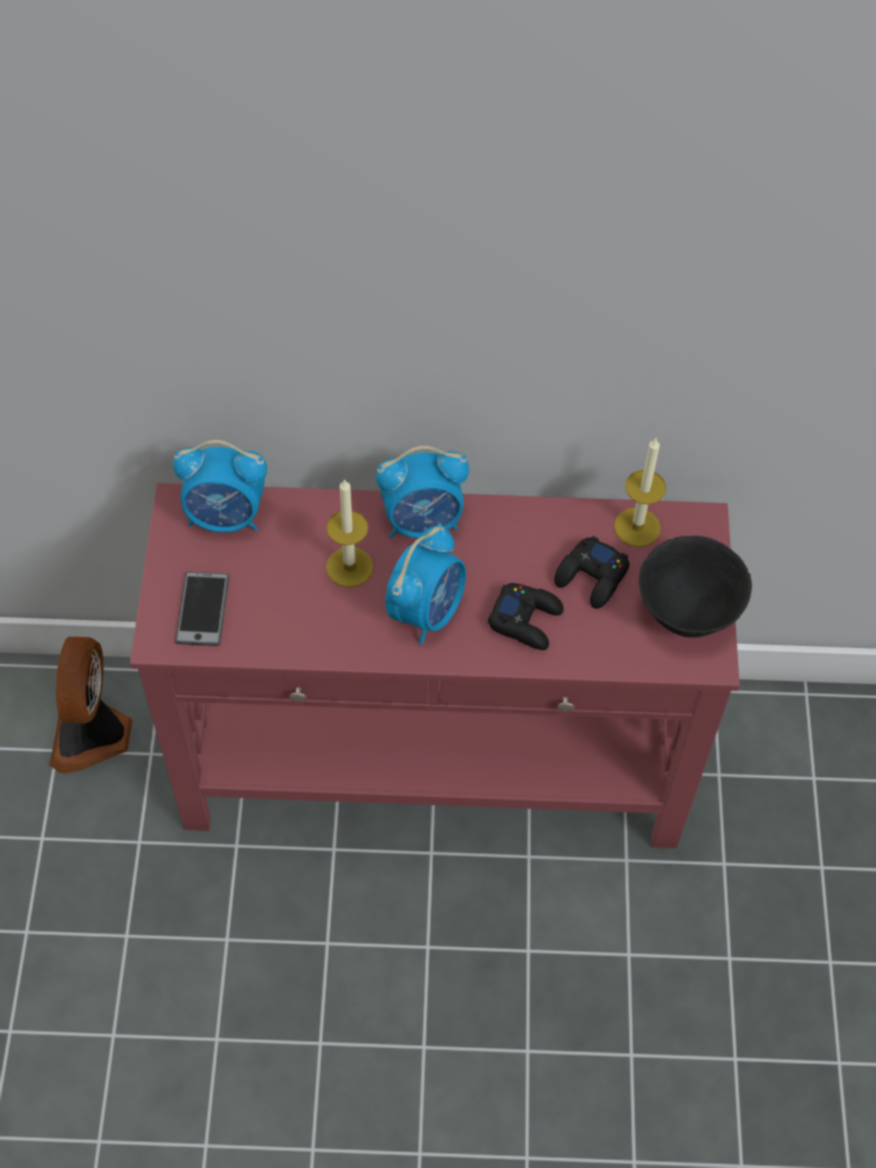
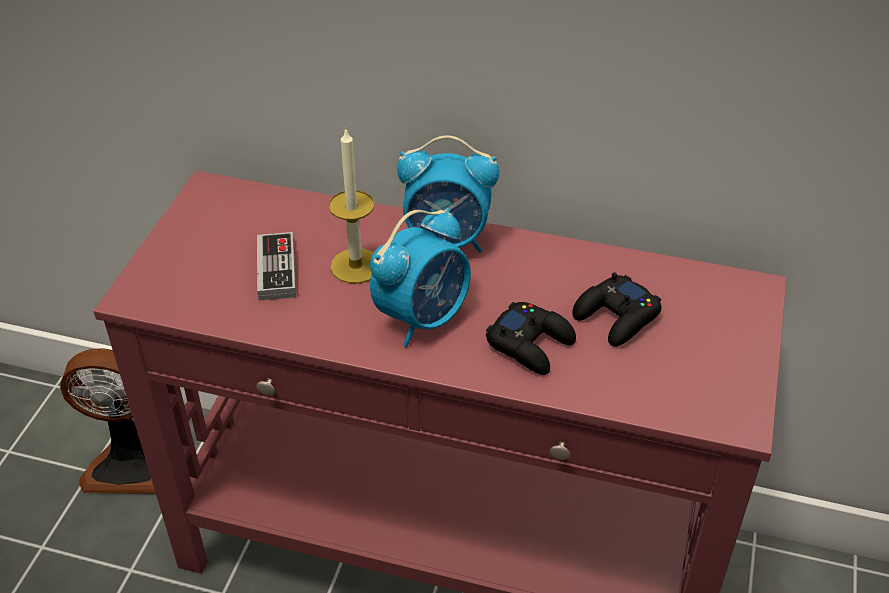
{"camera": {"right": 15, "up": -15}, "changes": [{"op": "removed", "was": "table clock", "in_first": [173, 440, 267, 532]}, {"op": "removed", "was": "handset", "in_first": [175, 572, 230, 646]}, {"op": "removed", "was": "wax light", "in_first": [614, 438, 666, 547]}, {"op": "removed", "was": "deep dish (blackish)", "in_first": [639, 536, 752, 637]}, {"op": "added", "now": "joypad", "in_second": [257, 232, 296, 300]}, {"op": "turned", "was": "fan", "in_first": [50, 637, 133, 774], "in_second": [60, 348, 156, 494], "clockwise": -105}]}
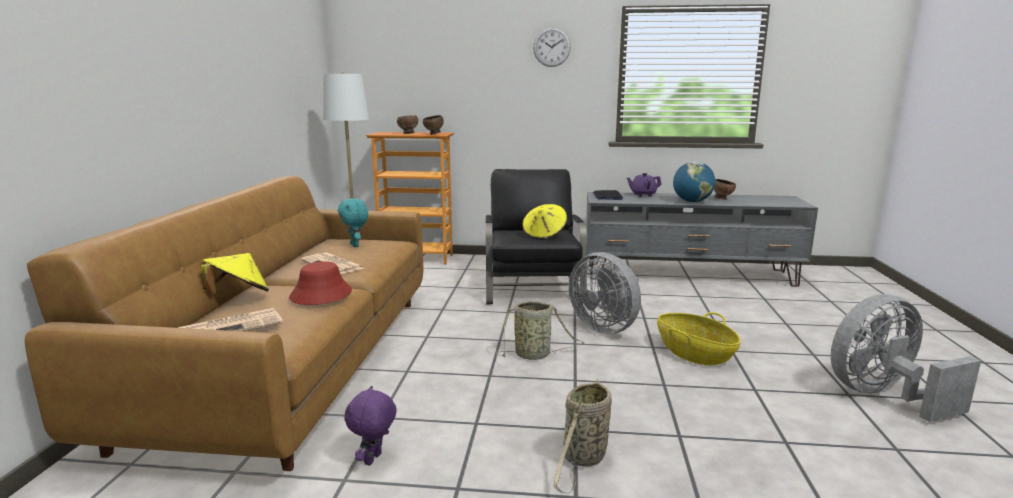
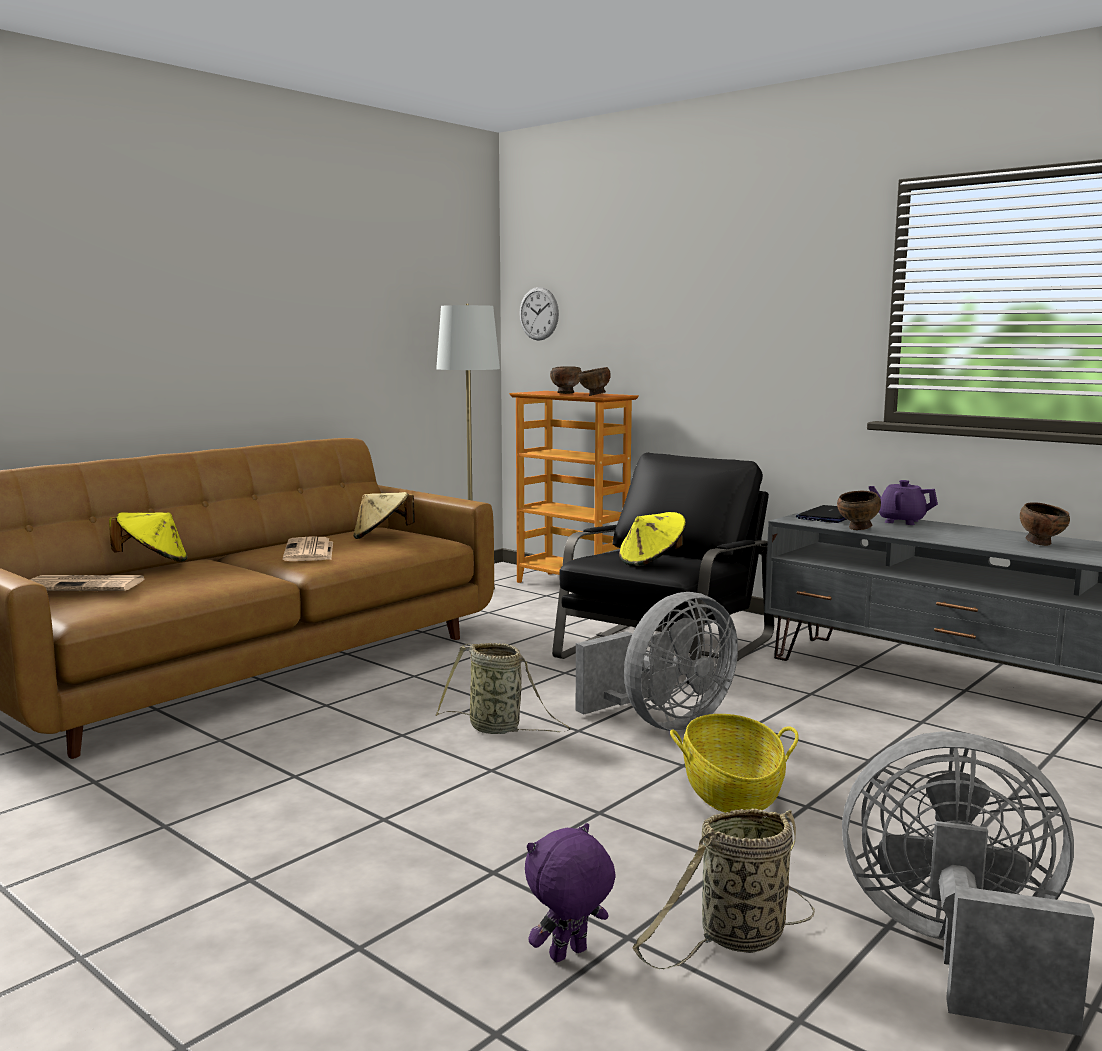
{"camera": {"right": 35, "up": -5}, "changes": [{"op": "removed", "was": "clothing hat (red)", "in_first": [289, 261, 352, 305]}, {"op": "removed", "was": "desk globe", "in_first": [673, 162, 716, 202]}, {"op": "added", "now": "deep dish (brown-coloured)", "in_second": [837, 491, 881, 530]}, {"op": "moved", "was": "cuddly toy (purplish)", "in_first": [345, 386, 397, 465], "in_second": [525, 823, 616, 963]}, {"op": "moved", "was": "hanging clock", "in_first": [533, 27, 571, 67], "in_second": [519, 287, 559, 341]}, {"op": "moved", "was": "storage basket", "in_first": [554, 379, 612, 494], "in_second": [632, 808, 815, 970]}, {"op": "replaced", "was": "cuddly toy (turquoise-coloured)", "now": "clothing hat (beige-coloured)", "in_first": [338, 198, 368, 247], "in_second": [353, 492, 415, 539]}, {"op": "turned", "was": "fan (grey)", "in_first": [569, 252, 641, 334], "in_second": [576, 592, 738, 731], "clockwise": -120}]}
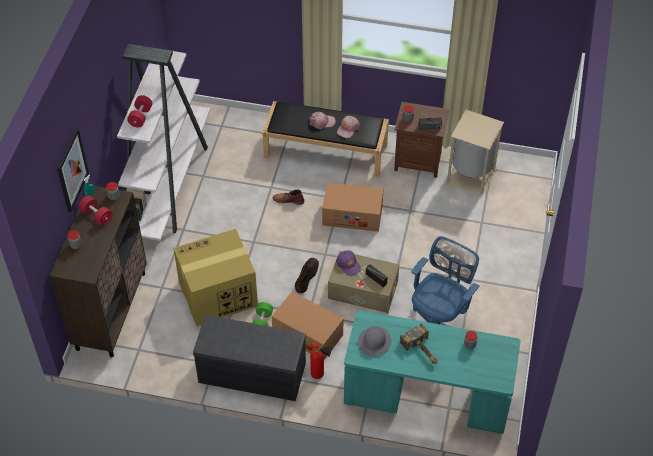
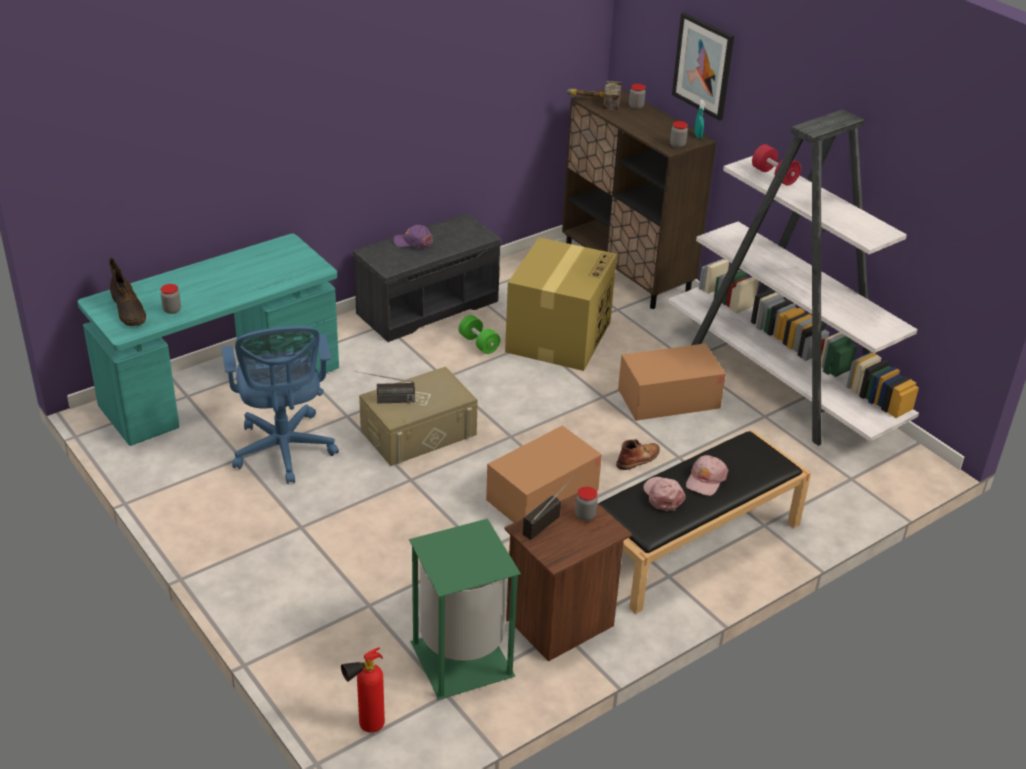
{"camera": {"right": 130, "up": -15}, "changes": [{"op": "removed", "was": "hand weight (red)", "in_first": [79, 195, 112, 226]}, {"op": "removed", "was": "safety helmet (grey)", "in_first": [358, 326, 391, 357]}, {"op": "moved", "was": "carton", "in_first": [272, 291, 343, 360], "in_second": [618, 343, 726, 421]}, {"op": "moved", "was": "tall boot (brown-coloured)", "in_first": [295, 258, 319, 293], "in_second": [109, 258, 146, 326]}, {"op": "moved", "was": "fire-fighting cylinder", "in_first": [310, 342, 332, 379], "in_second": [341, 648, 385, 733]}, {"op": "moved", "was": "baseball cap (purplish)", "in_first": [336, 251, 361, 276], "in_second": [393, 225, 433, 249]}, {"op": "moved", "was": "tool hammer", "in_first": [400, 323, 437, 364], "in_second": [567, 81, 622, 110]}, {"op": "recoloured", "was": "rubbish bin (beige-coloured)", "now": "rubbish bin (green-coloured)", "in_first": [446, 110, 504, 196], "in_second": [409, 519, 521, 700]}]}
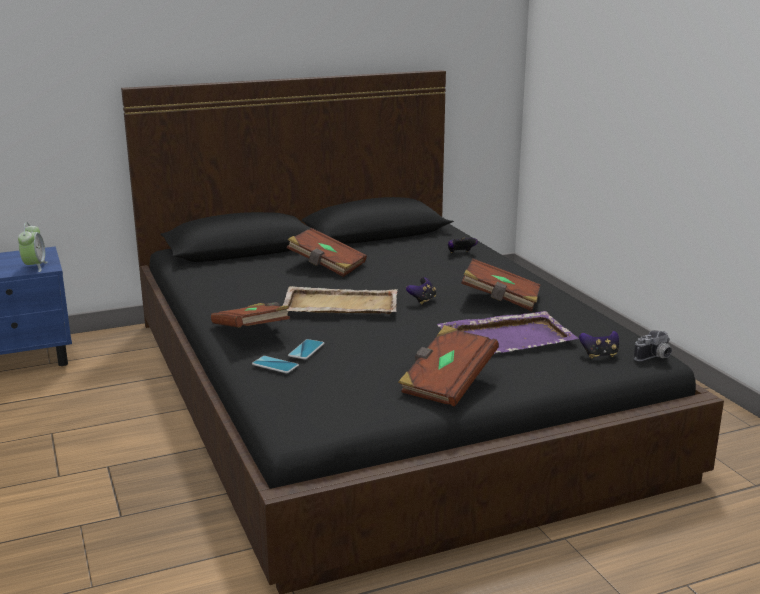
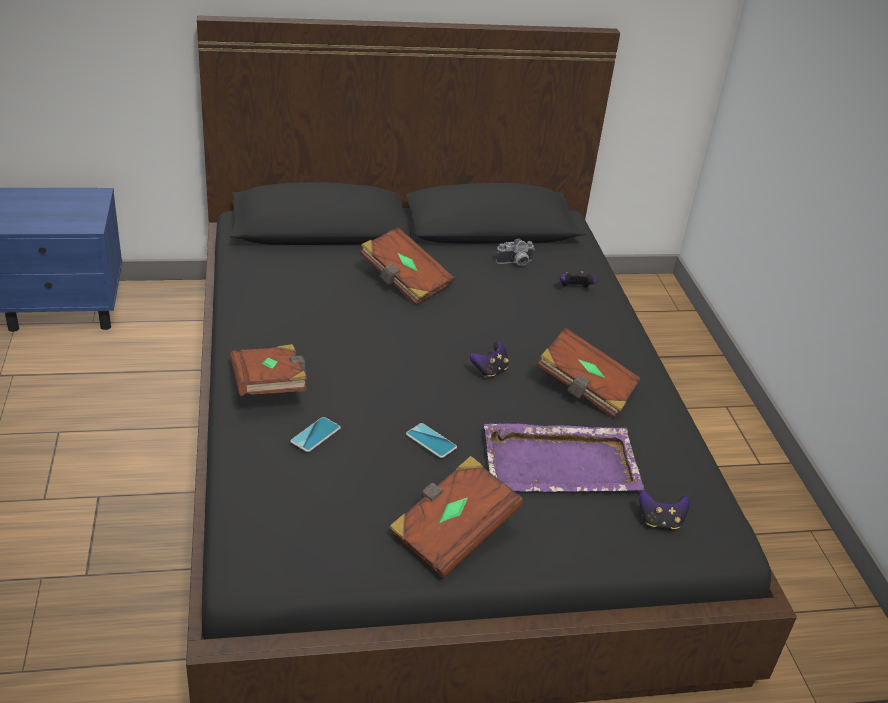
{"camera": {"right": 10, "up": 15}, "changes": [{"op": "removed", "was": "table clock", "in_first": [18, 222, 47, 272]}, {"op": "removed", "was": "tray (beige-coloured)", "in_first": [283, 286, 398, 314]}, {"op": "moved", "was": "handset", "in_first": [252, 356, 299, 373], "in_second": [406, 423, 457, 458]}, {"op": "moved", "was": "still camera", "in_first": [634, 330, 672, 361], "in_second": [496, 239, 535, 266]}]}
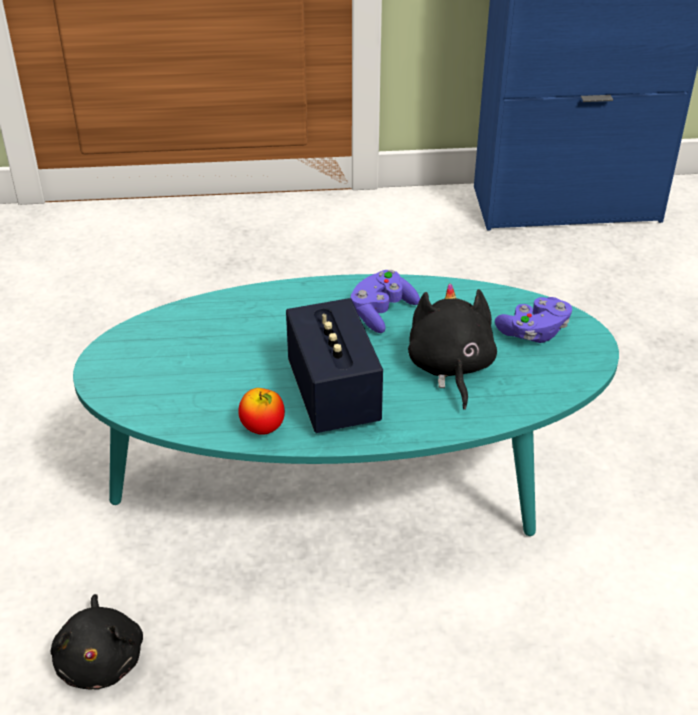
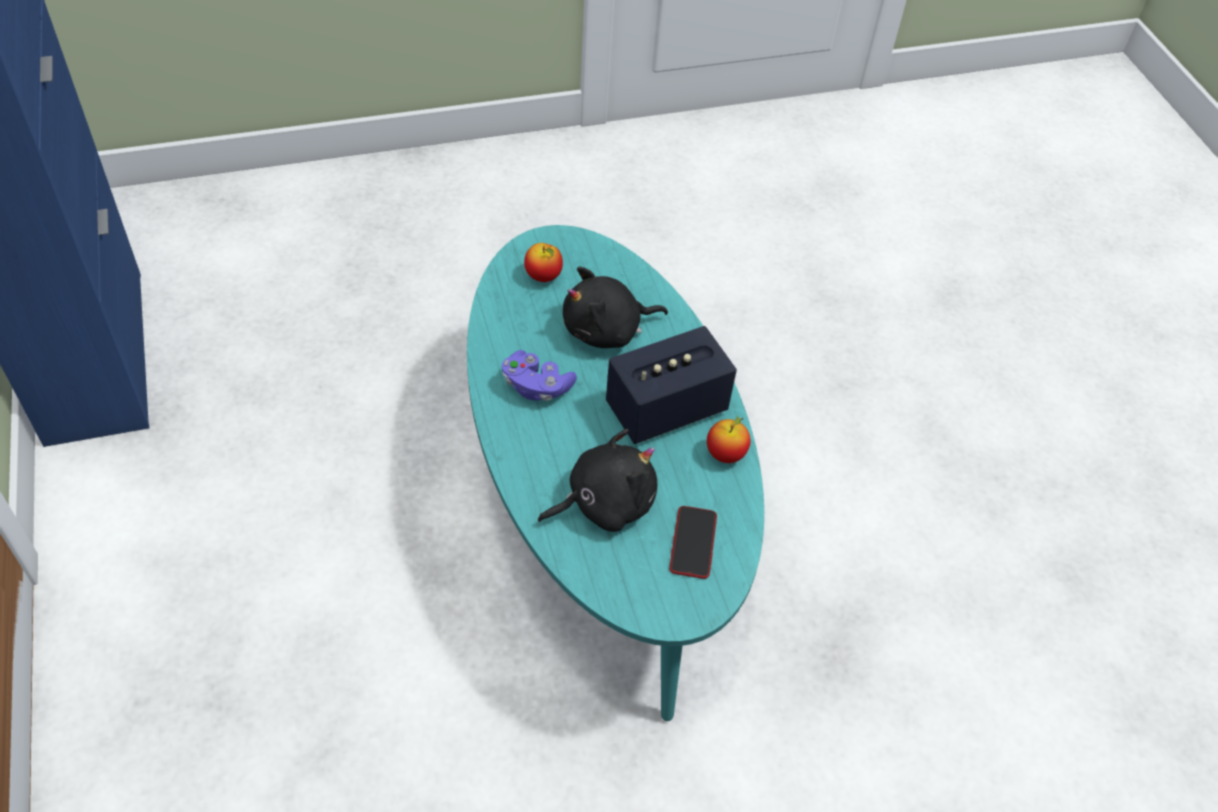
{"camera": {"right": -105, "up": 10}, "changes": [{"op": "added", "now": "handset", "in_second": [669, 506, 717, 579]}, {"op": "moved", "was": "cuddly toy (blackish)", "in_first": [50, 594, 143, 690], "in_second": [538, 429, 657, 532]}, {"op": "replaced", "was": "joypad (purplish)", "now": "apple fruit", "in_first": [495, 297, 572, 343], "in_second": [524, 243, 563, 282]}]}
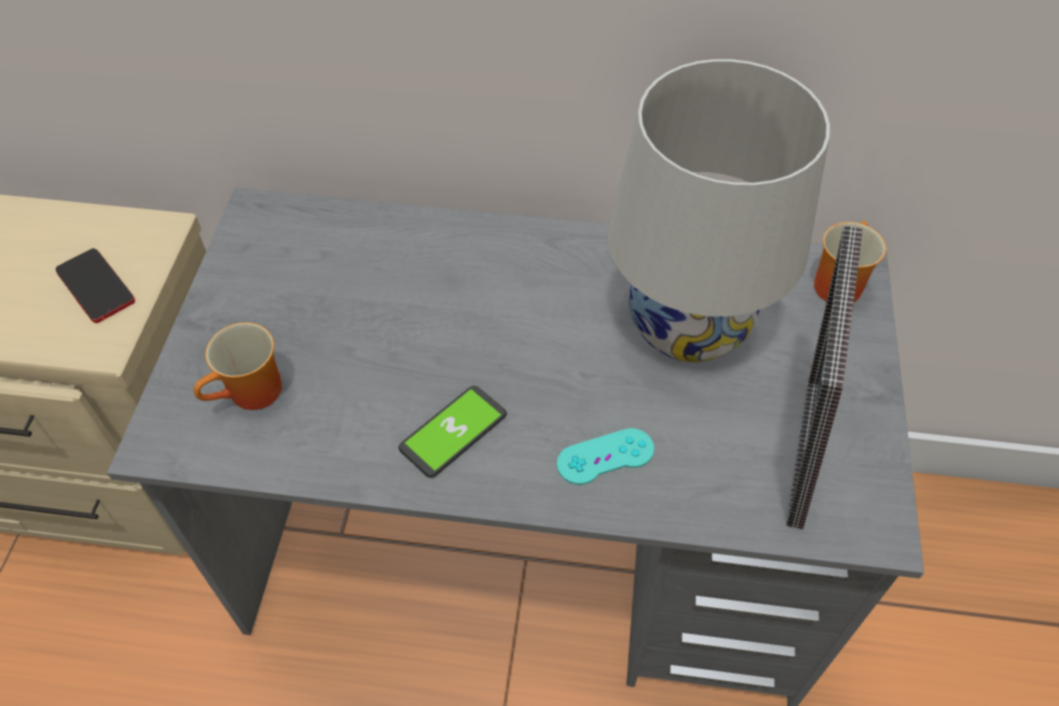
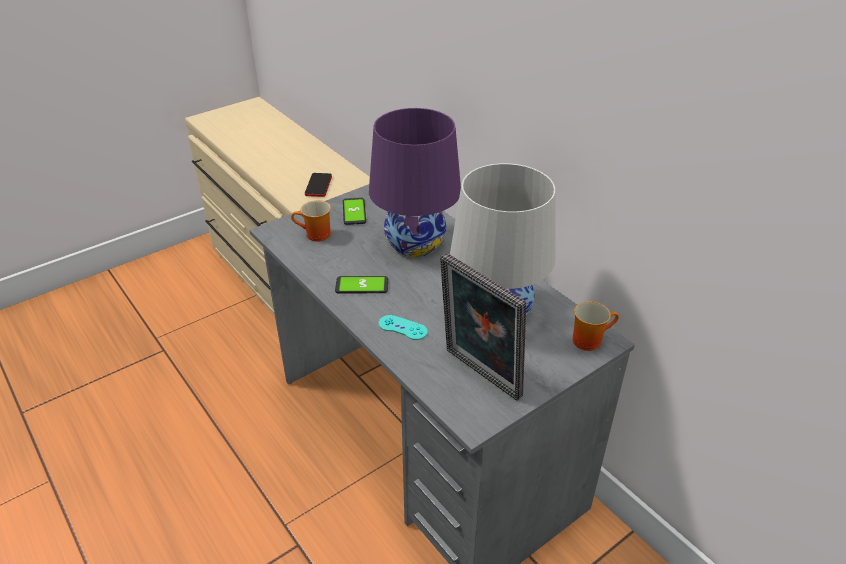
{"camera": {"right": 45, "up": -15}, "changes": [{"op": "added", "now": "handset", "in_second": [343, 198, 366, 225]}, {"op": "added", "now": "table lamp (purplish)", "in_second": [369, 108, 461, 257]}, {"op": "turned", "was": "photo frame", "in_first": [786, 226, 863, 529], "in_second": [440, 253, 526, 401], "clockwise": -105}]}
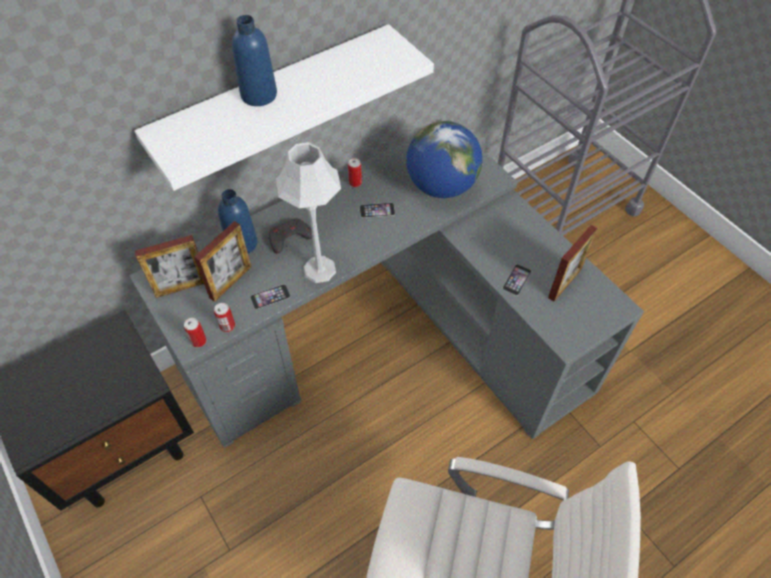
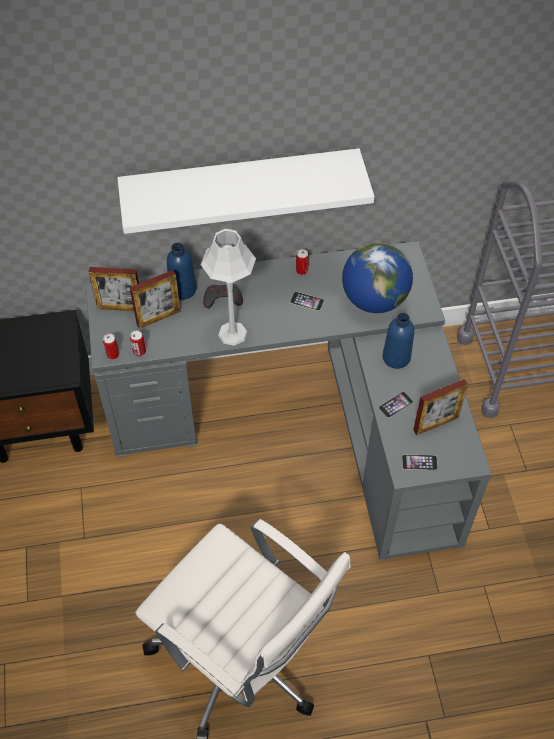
{"camera": {"right": 25, "up": 0}, "changes": [{"op": "moved", "was": "drink bottle (bluish)", "in_first": [232, 15, 277, 106], "in_second": [382, 313, 414, 369]}, {"op": "moved", "was": "handset", "in_first": [250, 284, 291, 309], "in_second": [402, 455, 438, 470]}]}
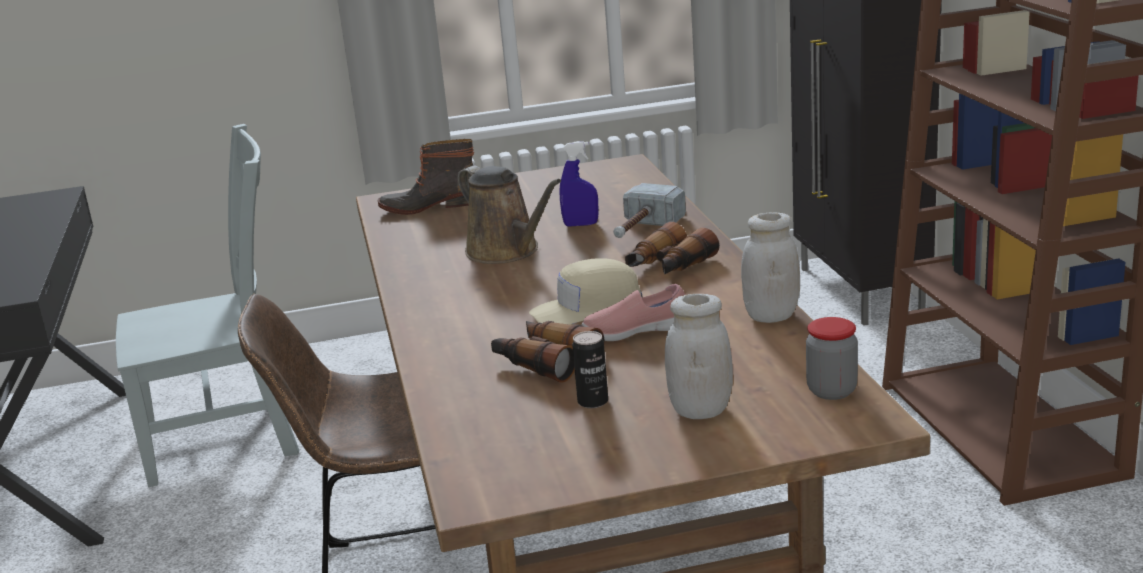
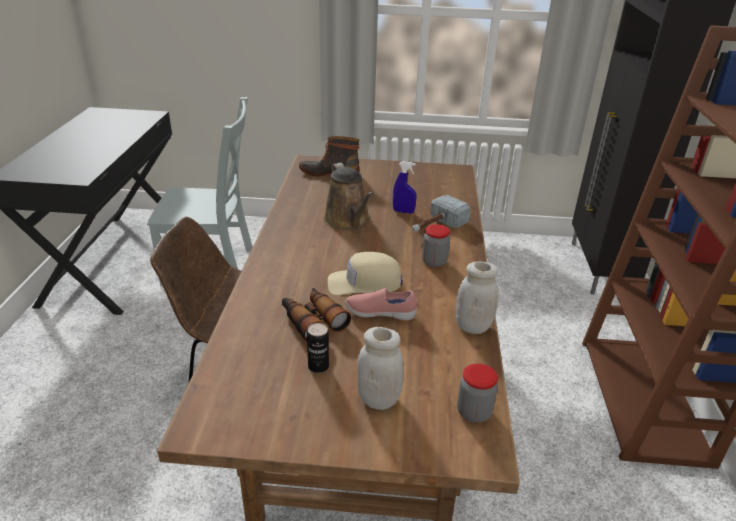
{"camera": {"right": 15, "up": 10}, "changes": [{"op": "replaced", "was": "pair of binoculars", "now": "storage jar", "in_first": [625, 222, 719, 274], "in_second": [422, 224, 450, 267]}]}
